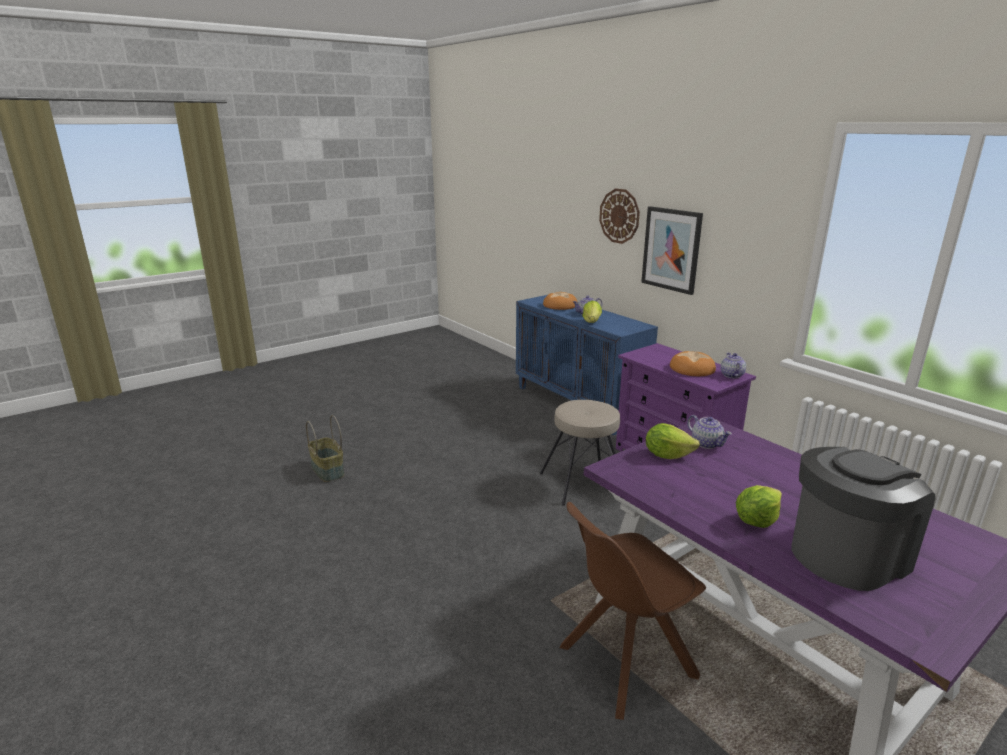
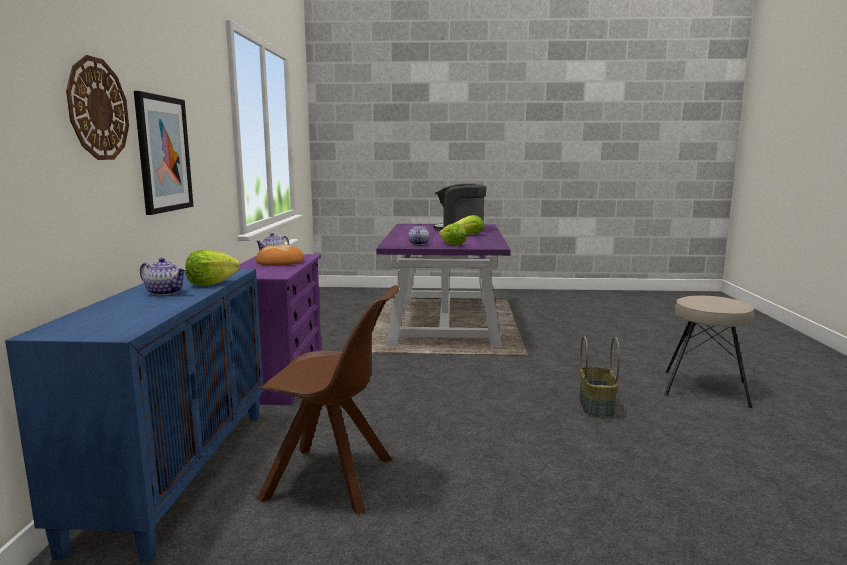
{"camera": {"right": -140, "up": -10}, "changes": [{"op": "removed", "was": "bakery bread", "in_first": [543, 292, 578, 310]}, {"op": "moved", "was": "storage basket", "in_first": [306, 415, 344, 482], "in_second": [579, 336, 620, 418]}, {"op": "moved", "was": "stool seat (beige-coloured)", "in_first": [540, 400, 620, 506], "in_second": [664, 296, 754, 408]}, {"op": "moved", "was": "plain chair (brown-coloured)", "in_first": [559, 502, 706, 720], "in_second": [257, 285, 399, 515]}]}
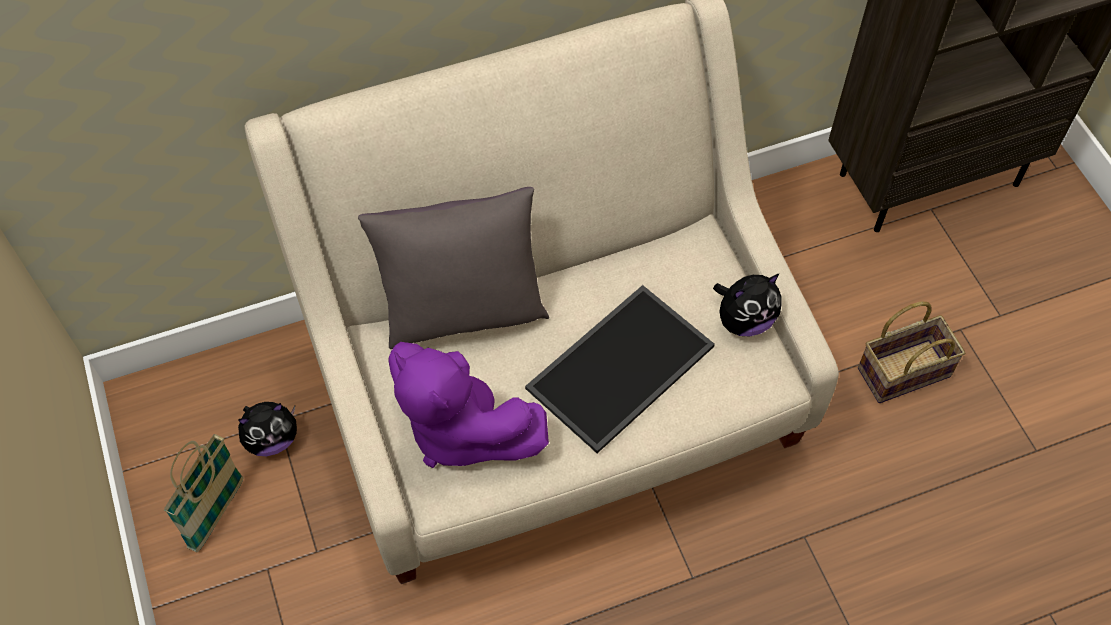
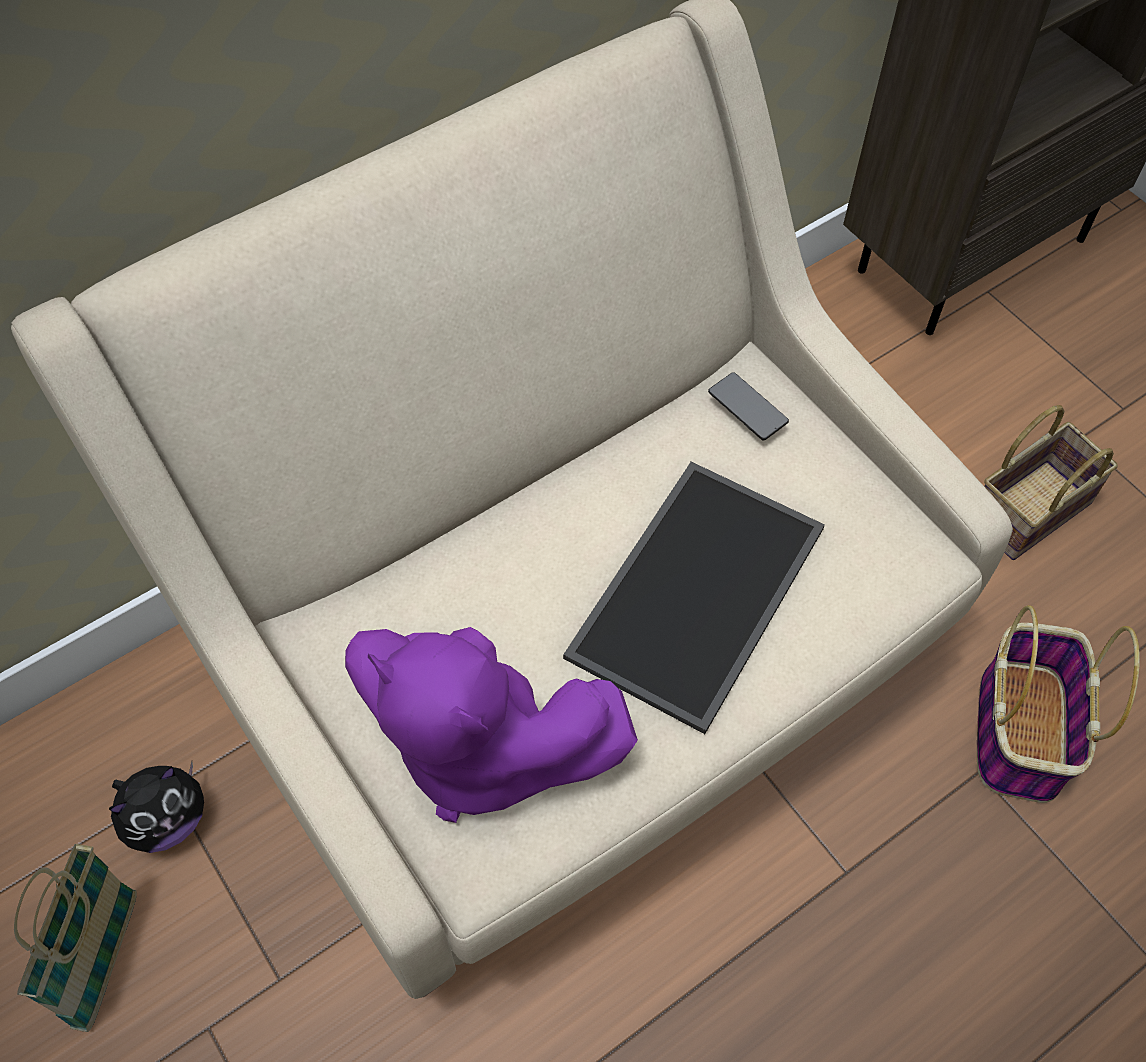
{"camera": {"right": -15, "up": 0}, "changes": [{"op": "removed", "was": "throw pillow (grey)", "in_first": [358, 187, 549, 349]}, {"op": "removed", "was": "cuddly toy", "in_first": [713, 273, 782, 336]}, {"op": "added", "now": "handset", "in_second": [708, 372, 789, 440]}, {"op": "added", "now": "storage basket", "in_second": [977, 605, 1140, 803]}]}
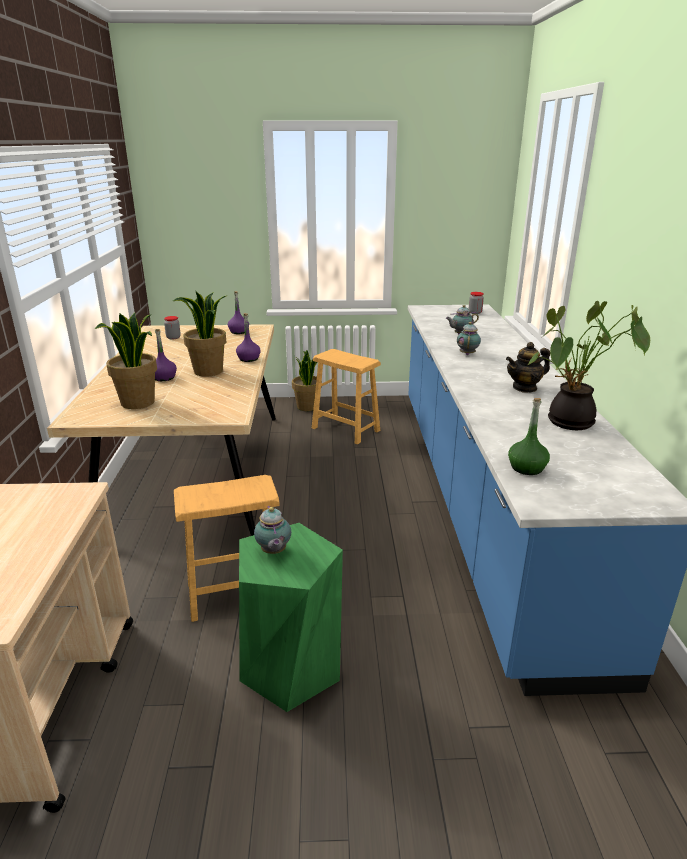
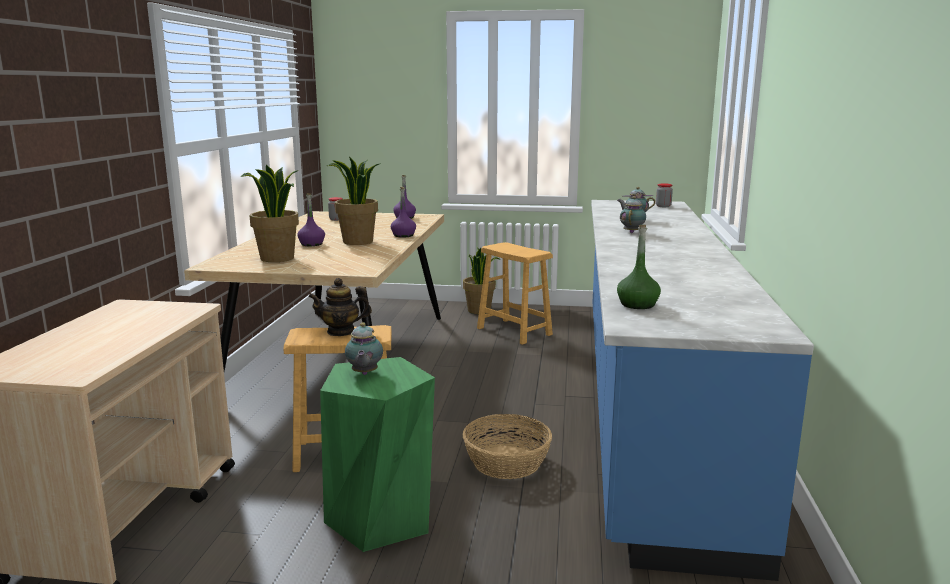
{"camera": {"right": 10, "up": -10}, "changes": [{"op": "removed", "was": "plant in a pot", "in_first": [528, 301, 650, 430]}, {"op": "added", "now": "storage basket", "in_second": [463, 414, 552, 479]}, {"op": "moved", "was": "tea pot", "in_first": [506, 342, 550, 392], "in_second": [308, 278, 372, 336]}]}
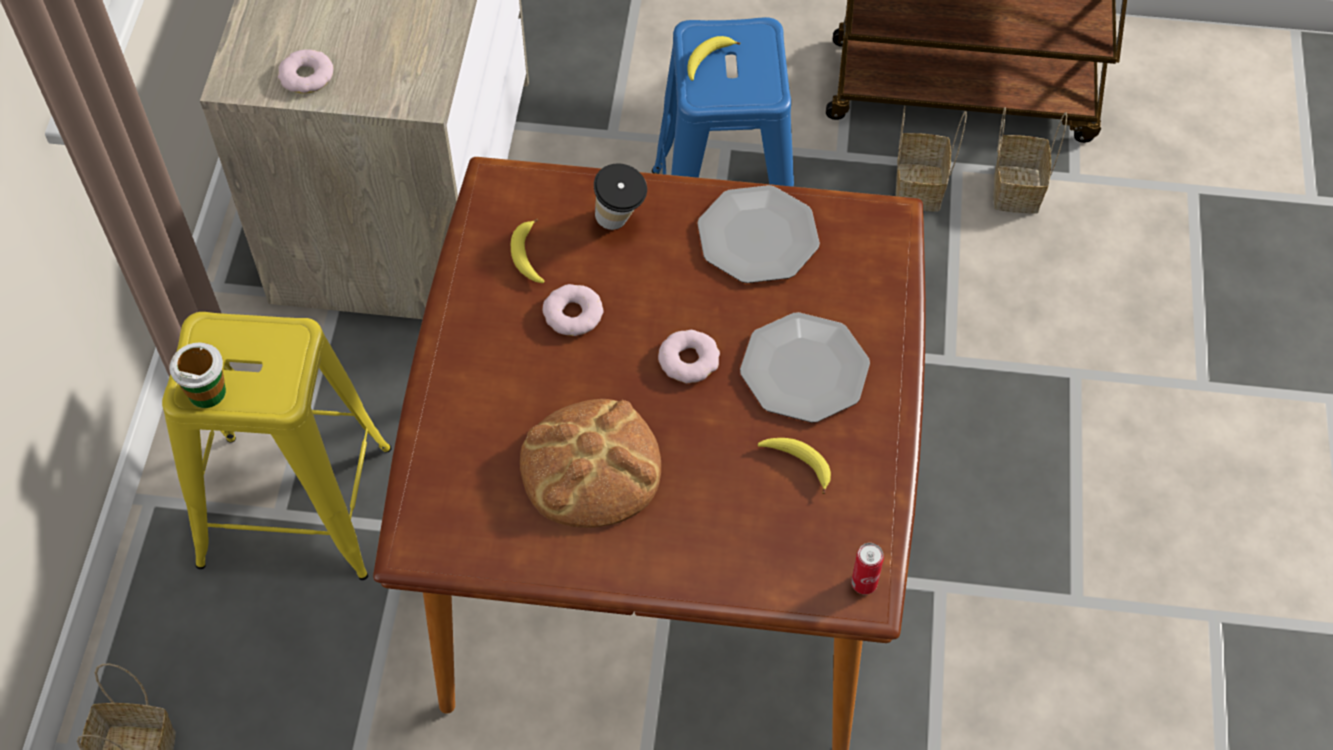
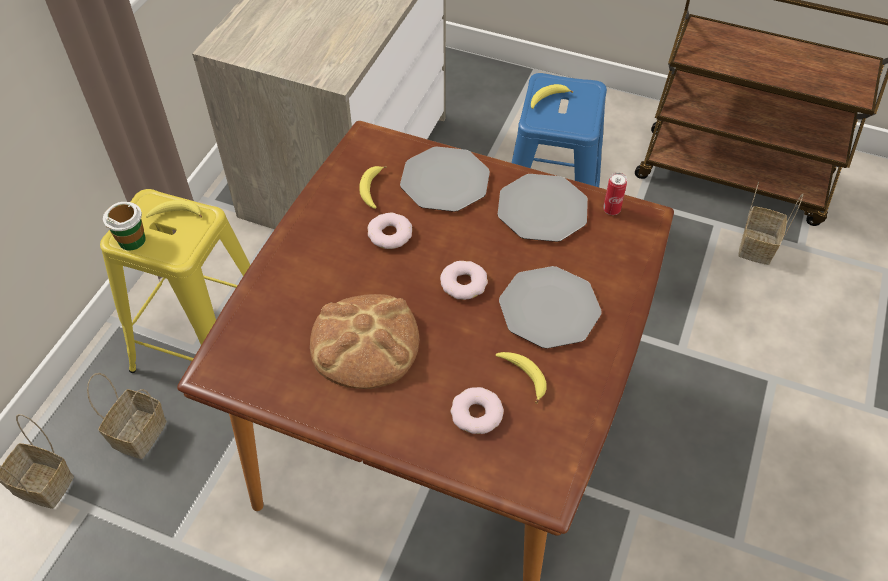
{"camera": {"right": 15, "up": -5}, "changes": [{"op": "added", "now": "banana", "in_second": [146, 200, 202, 218]}, {"op": "moved", "was": "doughnut", "in_first": [278, 49, 334, 93], "in_second": [450, 387, 504, 434]}, {"op": "moved", "was": "metal can", "in_first": [851, 543, 884, 594], "in_second": [603, 173, 627, 215]}, {"op": "moved", "was": "storage basket", "in_first": [895, 106, 967, 212], "in_second": [87, 373, 167, 459]}, {"op": "replaced", "was": "cup", "now": "plate", "in_first": [594, 163, 647, 230], "in_second": [400, 147, 490, 212]}]}
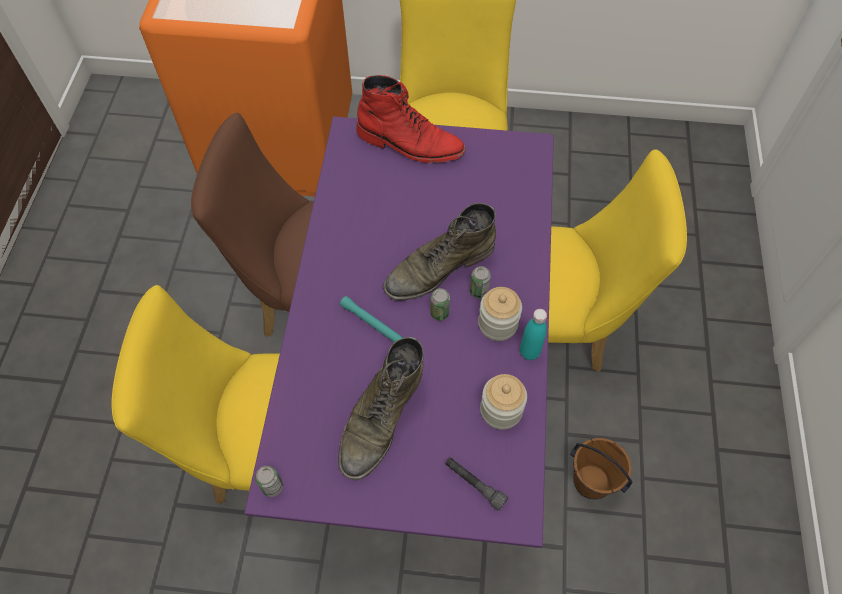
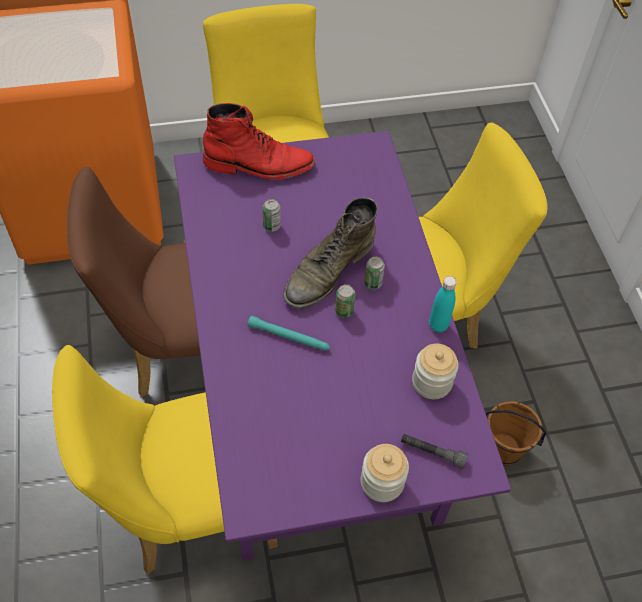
{"camera": {"right": -20, "up": -5}, "changes": [{"op": "removed", "was": "tall boot (green-coloured)", "in_first": [338, 337, 424, 480]}, {"op": "moved", "was": "metal can", "in_first": [255, 465, 283, 497], "in_second": [263, 199, 281, 232]}, {"op": "moved", "was": "storage jar", "in_first": [478, 287, 522, 341], "in_second": [361, 444, 409, 502]}]}
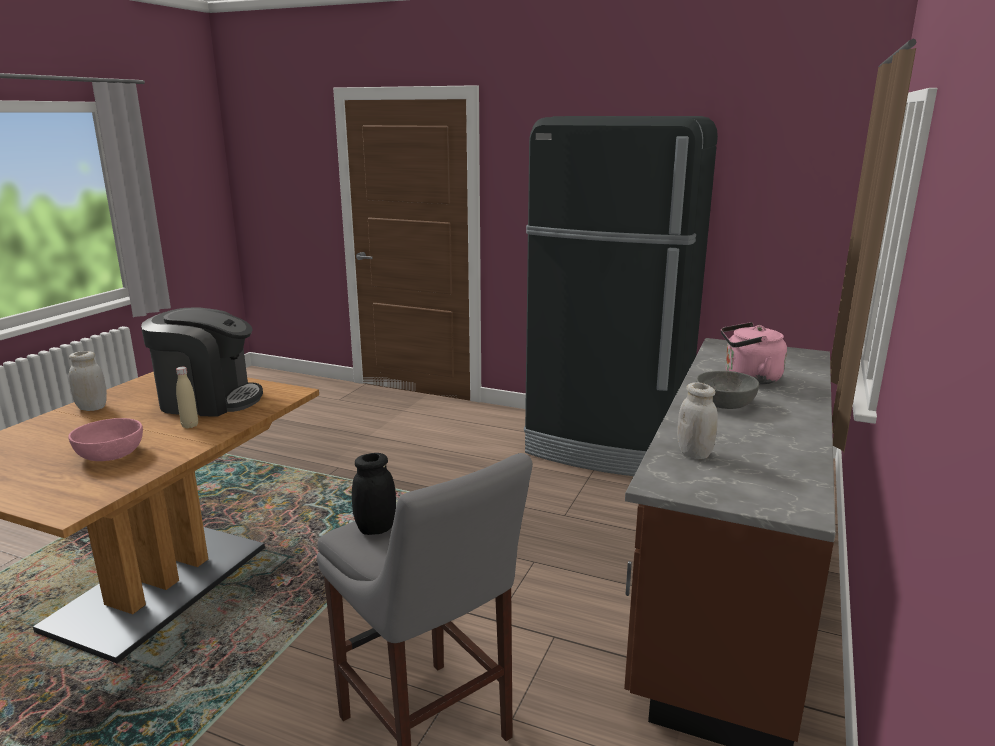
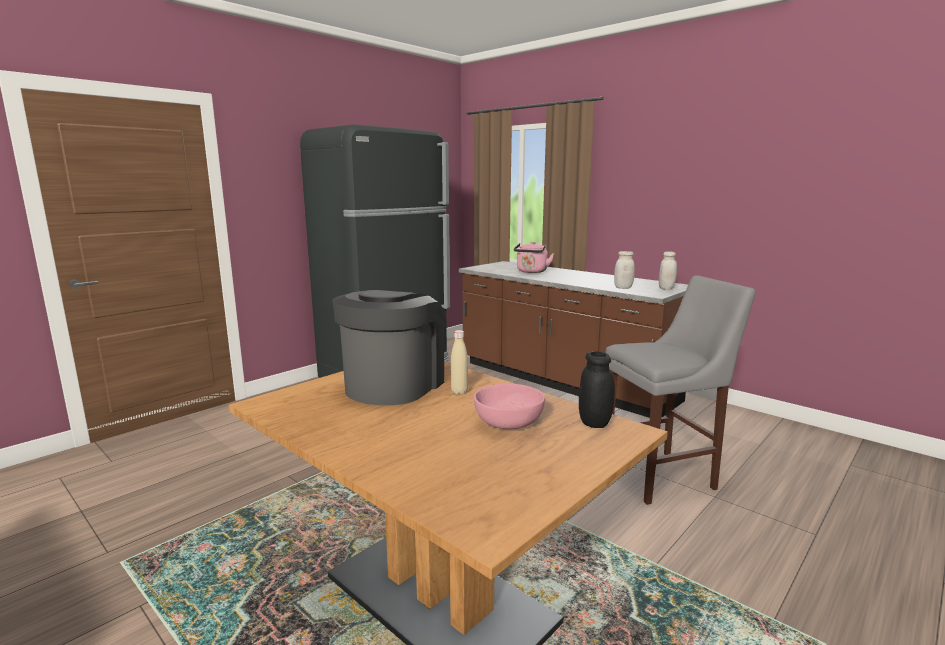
{"camera": {"right": -70, "up": -5}, "changes": [{"op": "removed", "was": "deep dish (grey)", "in_first": [696, 371, 759, 409]}, {"op": "moved", "was": "storage jar (white)", "in_first": [69, 351, 107, 411], "in_second": [659, 251, 677, 290]}, {"op": "moved", "was": "storage jar (blackish)", "in_first": [352, 453, 396, 535], "in_second": [579, 351, 615, 428]}]}
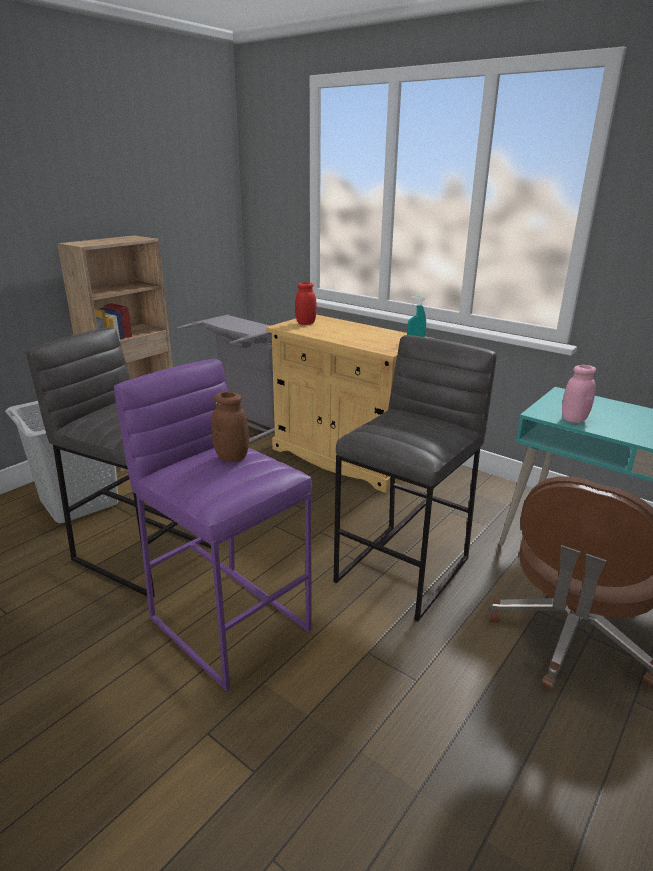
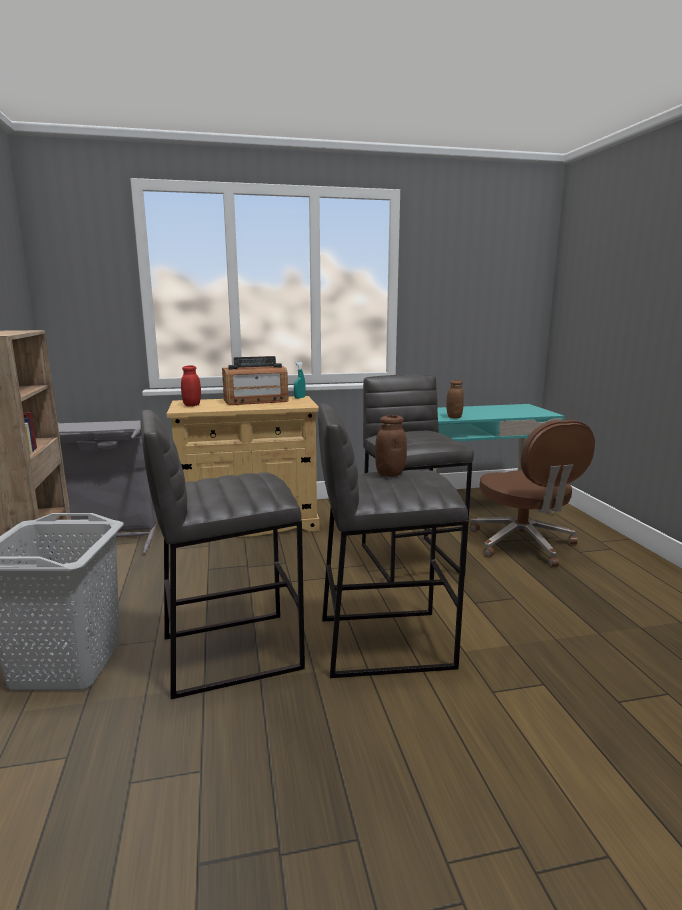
{"camera": {"right": -50, "up": -10}, "changes": [{"op": "added", "now": "radio", "in_second": [222, 356, 289, 405]}, {"op": "recoloured", "was": "stool seat (purplish)", "now": "stool seat (grey)", "in_first": [114, 359, 312, 691], "in_second": [318, 403, 468, 678]}, {"op": "recoloured", "was": "storage jar (pink)", "now": "storage jar (brown-coloured)", "in_first": [562, 365, 596, 423], "in_second": [447, 380, 464, 418]}]}
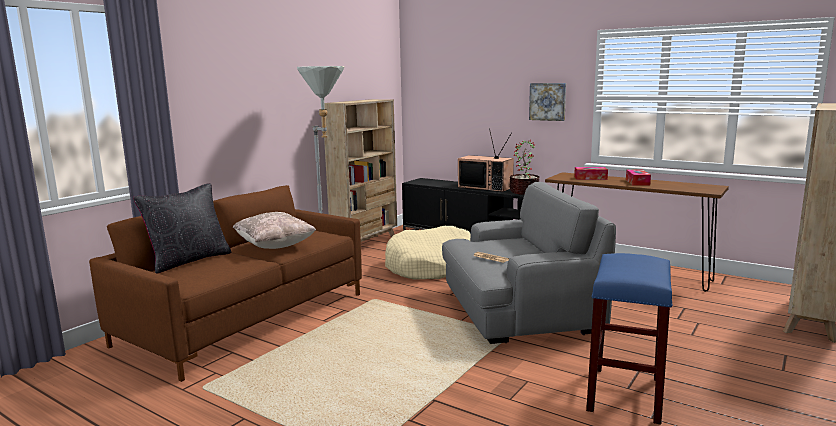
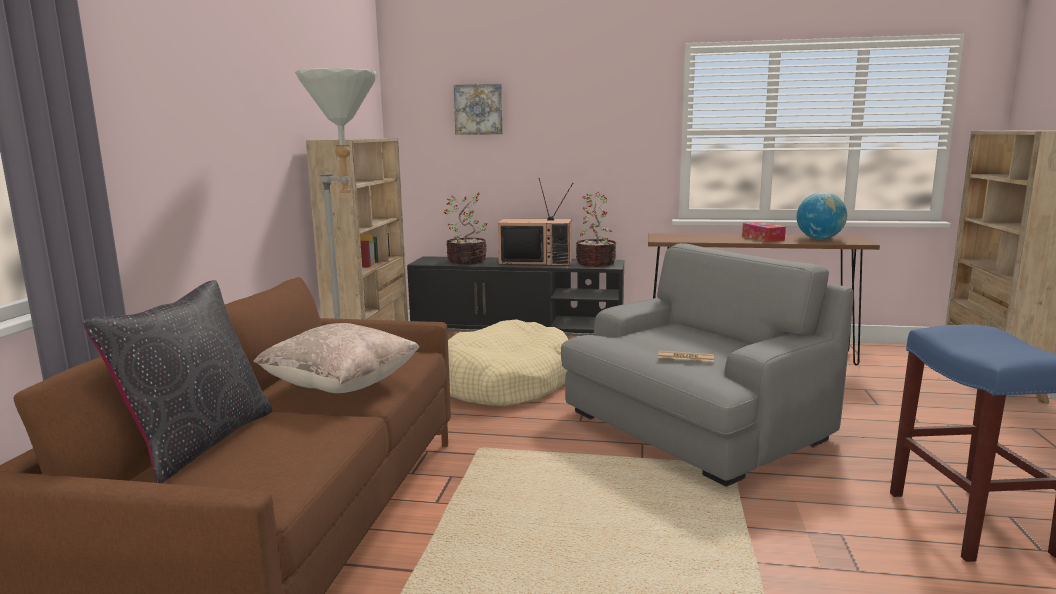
{"camera": {"right": -25, "up": 0}, "changes": [{"op": "removed", "was": "tissue holder", "in_first": [574, 167, 608, 180]}, {"op": "added", "now": "plant in a pot", "in_second": [444, 193, 487, 264]}, {"op": "added", "now": "desk globe", "in_second": [797, 192, 847, 239]}, {"op": "moved", "was": "wall picture", "in_first": [529, 83, 566, 121], "in_second": [454, 84, 503, 135]}]}
